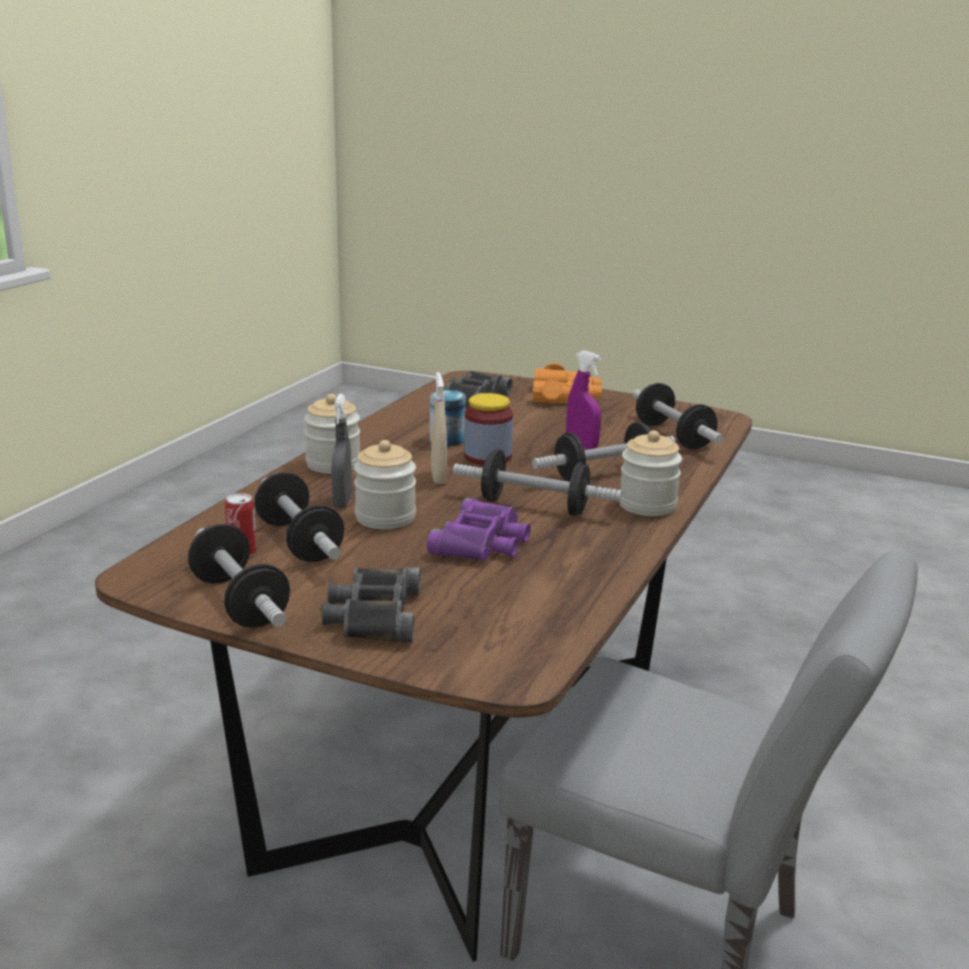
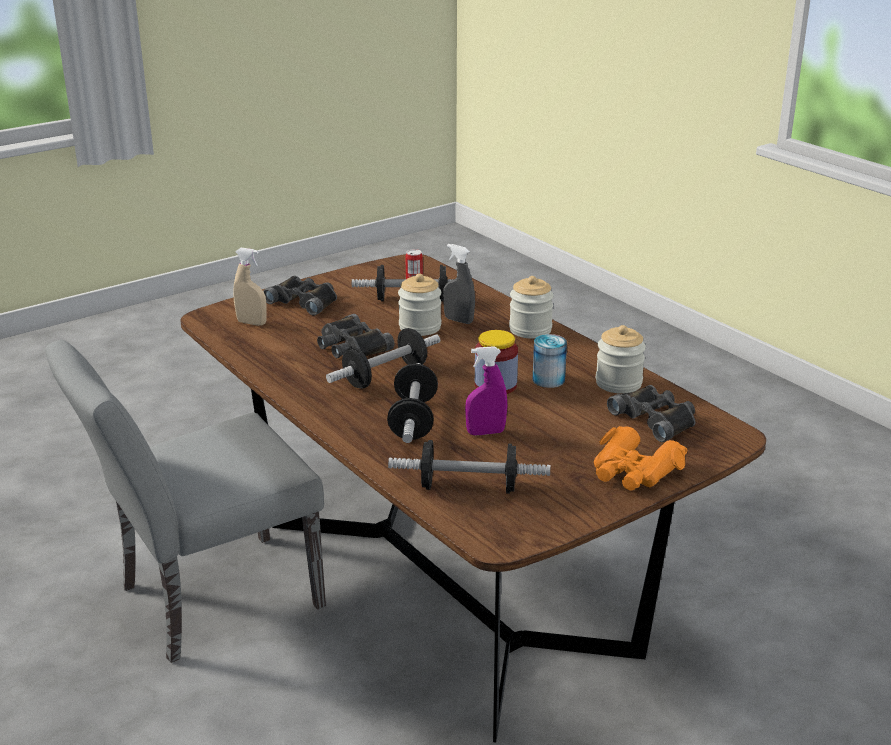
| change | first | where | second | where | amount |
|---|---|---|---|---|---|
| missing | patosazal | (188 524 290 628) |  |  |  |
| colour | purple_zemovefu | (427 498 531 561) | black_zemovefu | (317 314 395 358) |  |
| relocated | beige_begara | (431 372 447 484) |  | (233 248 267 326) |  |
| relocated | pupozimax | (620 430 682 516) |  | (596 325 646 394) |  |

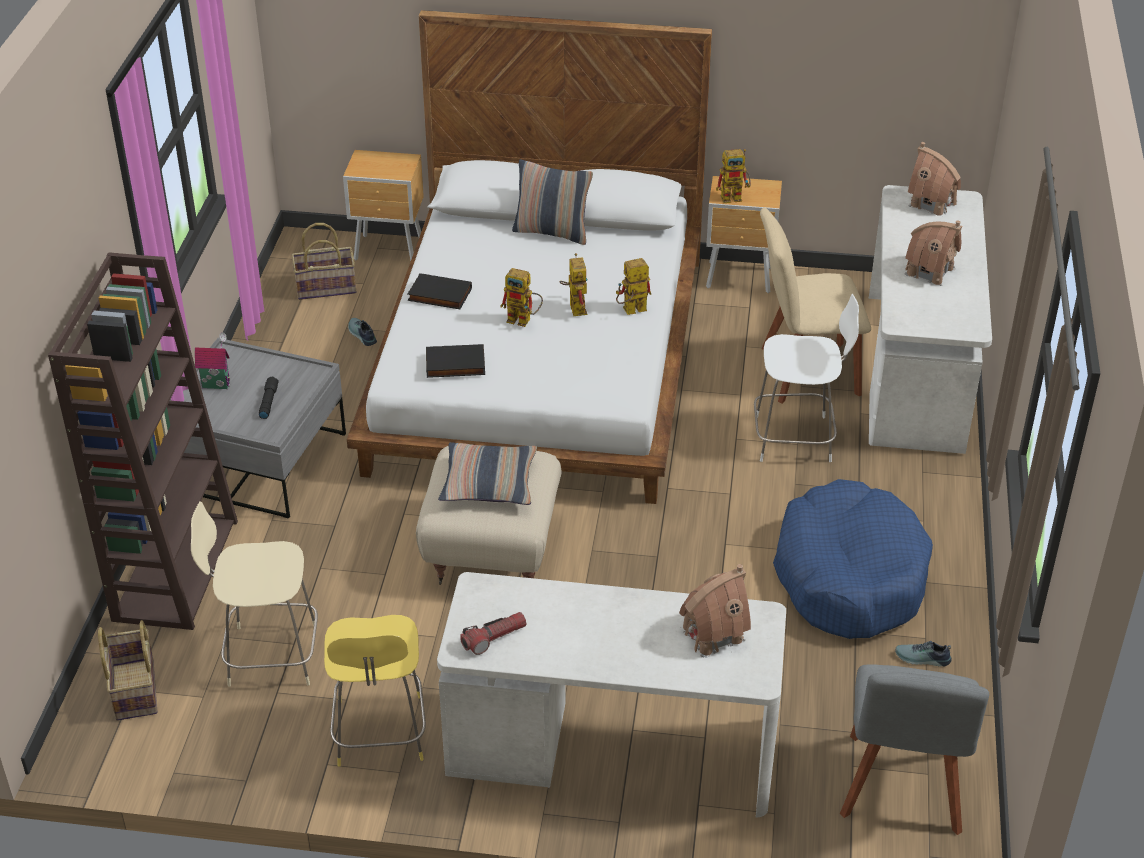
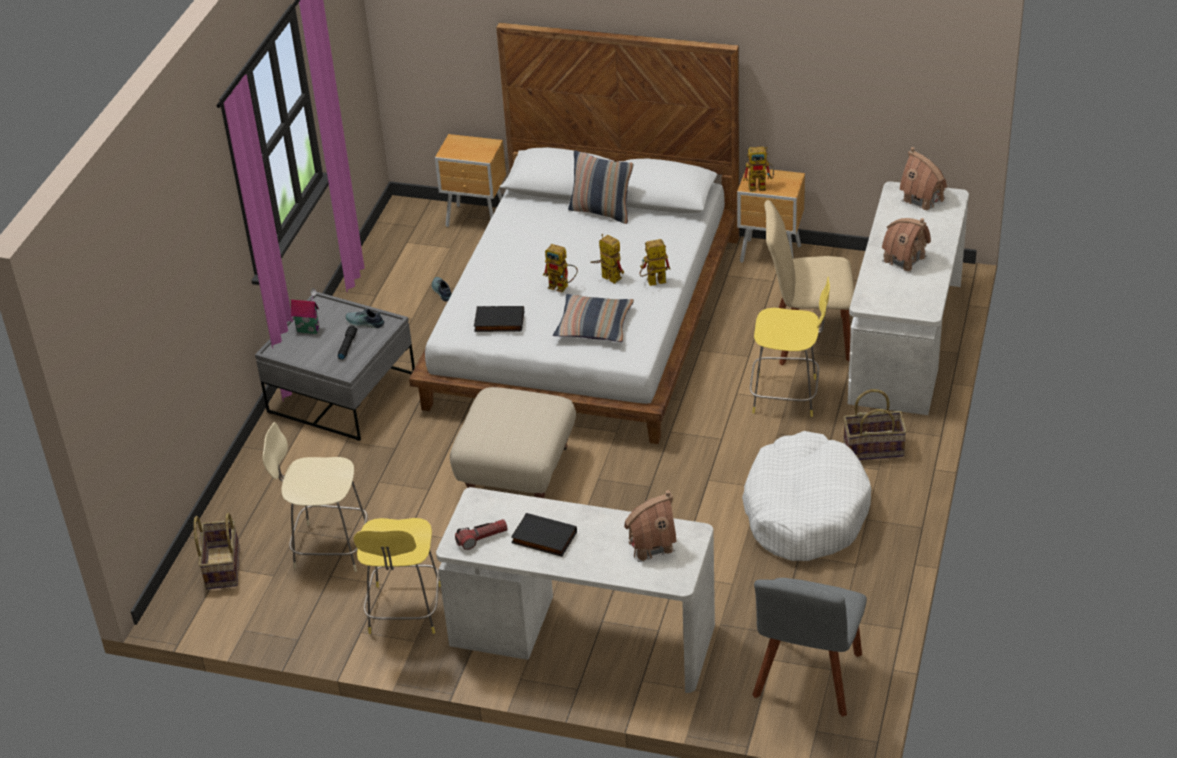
| change | first | where | second | where | amount |
|---|---|---|---|---|---|
| missing | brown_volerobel | (48 252 238 630) |  |  |  |
| relocated | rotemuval | (291 223 356 300) |  | (843 389 907 460) |  |
| relocated | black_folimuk | (408 273 472 309) |  | (511 513 577 557) |  |
| relocated | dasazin | (438 442 537 505) |  | (553 294 634 342) |  |
| spun | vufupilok | (559 253 587 316) |  | (590 234 624 284) | 45 degrees counterclockwise |
| colour | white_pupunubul | (754 294 859 462) | yellow_pupunubul | (750 277 830 417) |  |
| colour | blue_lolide | (773 479 933 639) | white_lolide | (742 431 871 561) |  |
| relocated | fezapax | (895 641 952 667) |  | (346 308 384 328) |  |

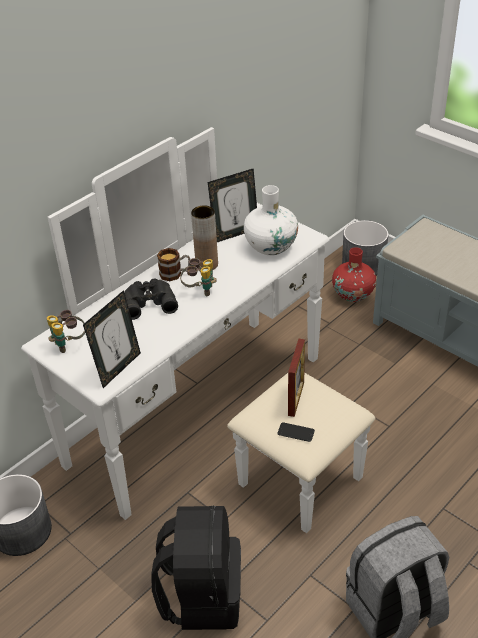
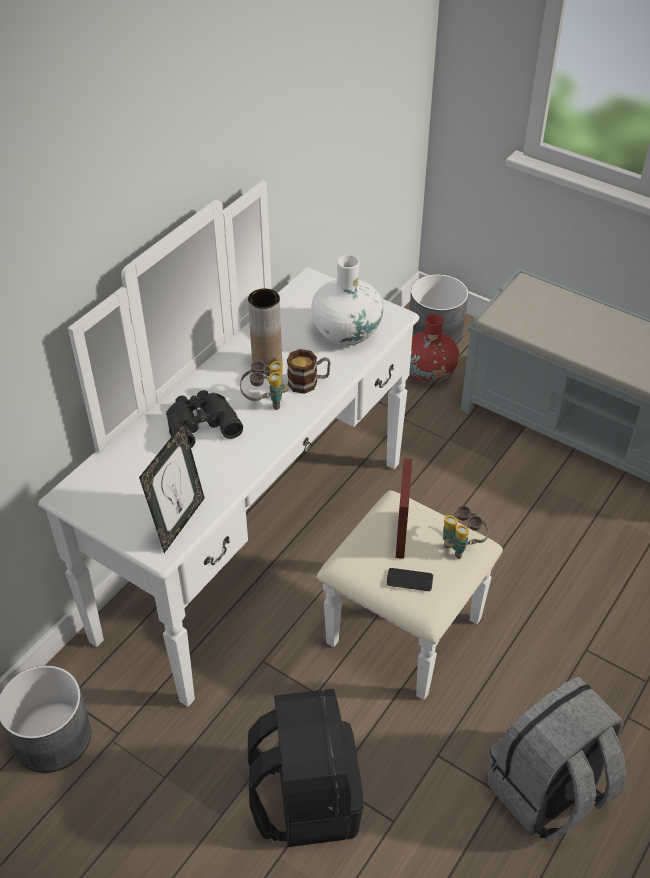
| change | first | where | second | where | amount |
|---|---|---|---|---|---|
| relocated | zemovefu | (47 310 85 353) |  | (443 506 489 559) |  |
| relocated | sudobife | (157 248 190 281) |  | (287 349 331 394) |  |
| missing | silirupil | (208 168 257 242) |  |  |  |

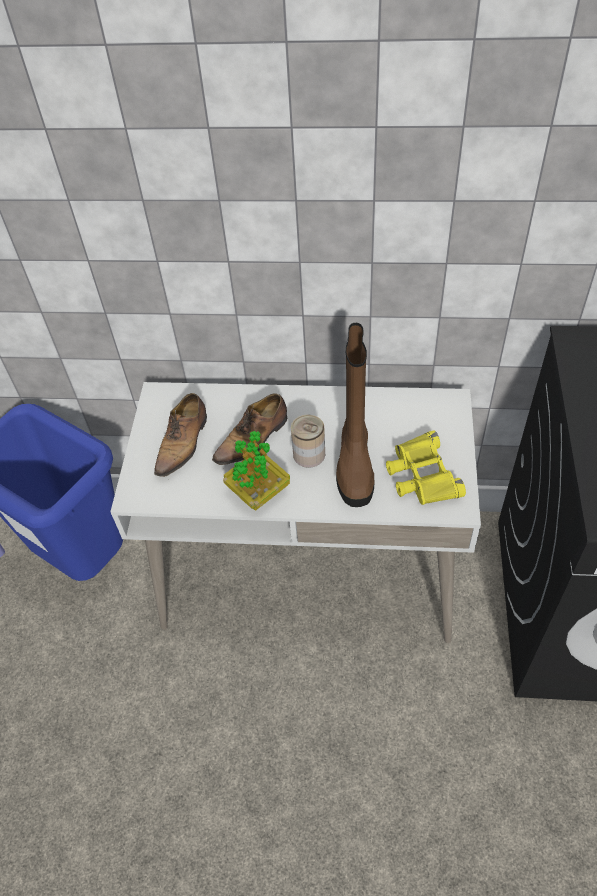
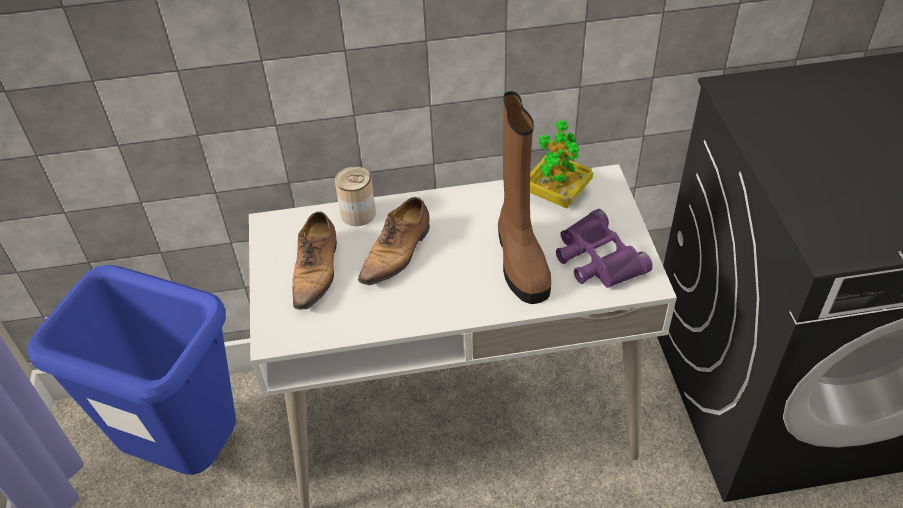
| change | first | where | second | where | amount |
|---|---|---|---|---|---|
| relocated | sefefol | (223 431 290 511) |  | (530 120 593 209) |  |
| relocated | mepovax | (291 415 325 468) |  | (335 167 376 226) |  |
| colour | yellow_zemovefu | (386 430 466 505) | purple_zemovefu | (556 209 653 288) |  |

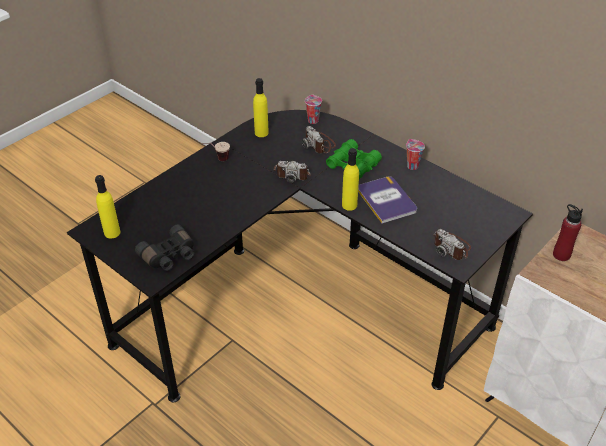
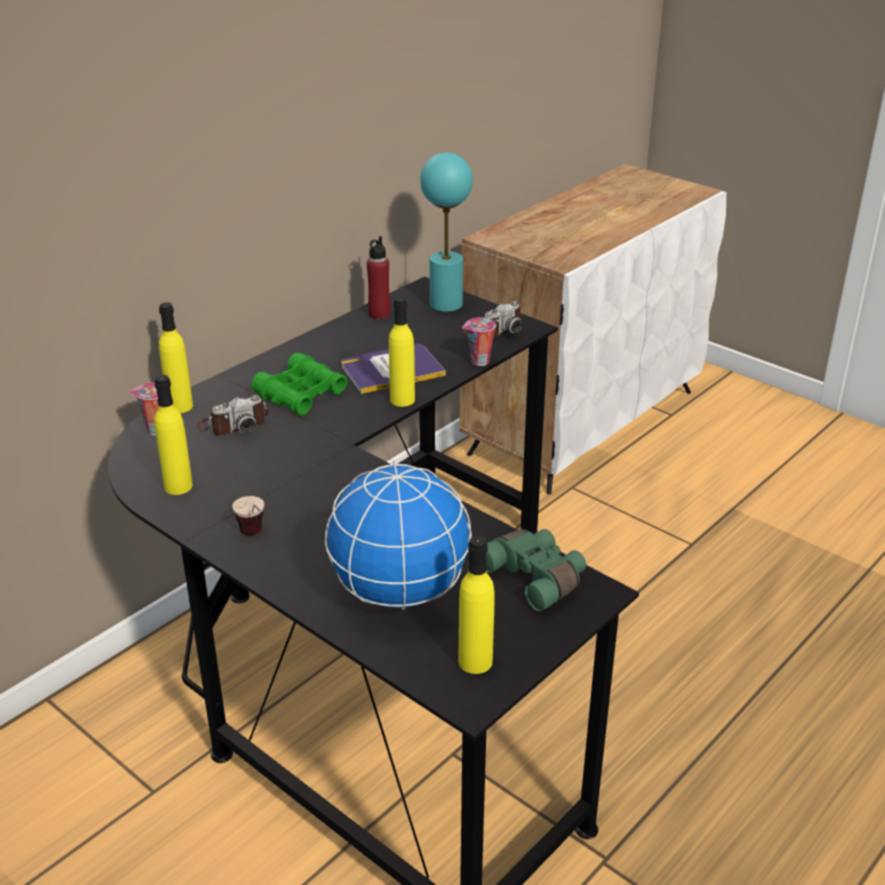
| change | first | where | second | where | amount |
|---|---|---|---|---|---|
| colour | black_zemovefu | (135 224 194 271) | green_zemovefu | (486 529 586 611) |  |
| missing | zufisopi | (273 161 311 183) |  |  |  |
| relocated | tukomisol | (406 139 425 170) |  | (462 317 496 366) |  |
| relocated | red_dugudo | (553 204 583 261) |  | (367 236 391 319) |  |
| appeared |  |  | yellow_dugudo | (159 302 193 413) |  |
| appeared |  |  | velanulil | (325 463 472 610) |  |
| appeared |  |  | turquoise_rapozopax | (420 152 473 312) |  |

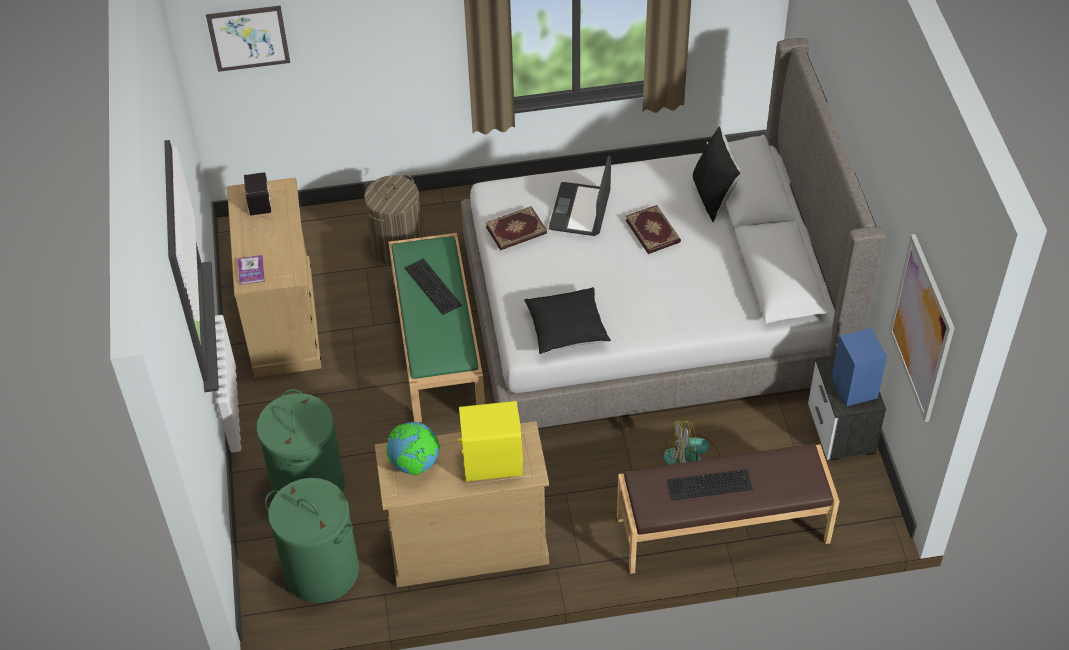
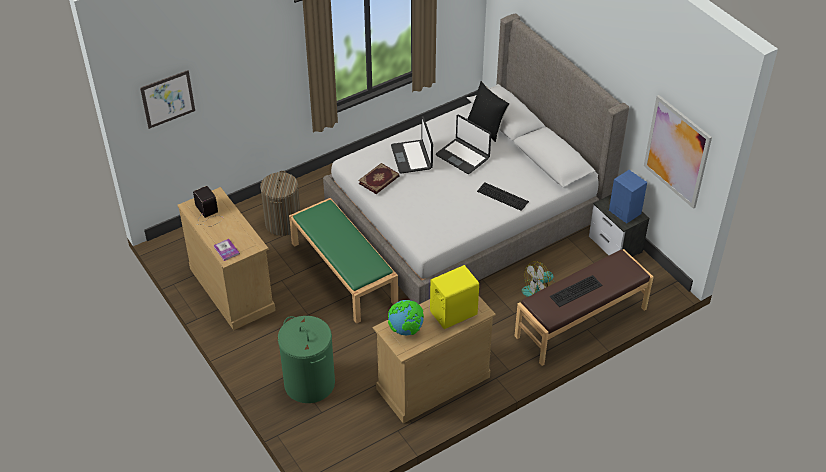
| change | first | where | second | where | amount |
|---|---|---|---|---|---|
| missing | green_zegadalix | (265 478 359 603) |  |  |  |
| relocated | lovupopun | (405 258 462 315) |  | (477 183 529 211) |  |
| missing | black_dasazin | (524 287 611 354) |  |  |  |
| exchanged | folimuk | (626 205 681 254) | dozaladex | (436 115 491 174) |  |

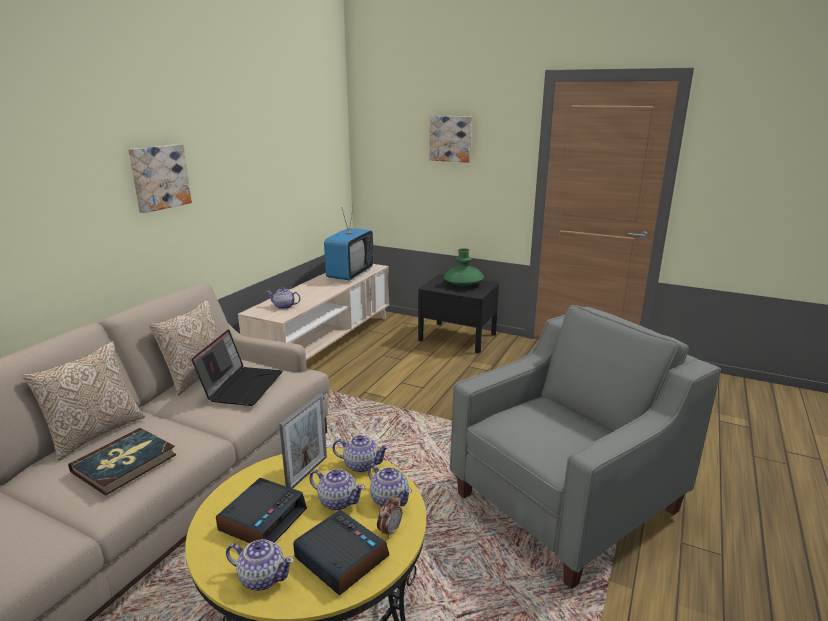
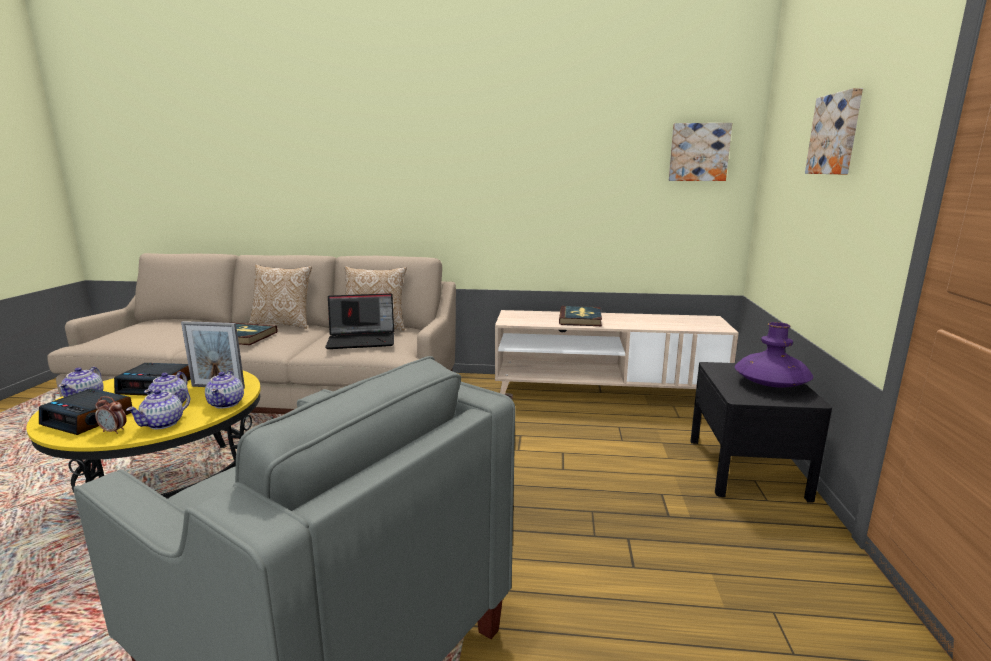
| change | first | where | second | where | amount |
|---|---|---|---|---|---|
| relocated | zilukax | (128 144 192 213) |  | (669 123 732 181) |  |
| missing | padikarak | (267 287 301 309) |  |  |  |
| spun | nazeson | (293 510 389 596) |  | (39 389 132 435) | 90 degrees clockwise |
| missing | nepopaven | (324 203 374 280) |  |  |  |
| colour | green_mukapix | (444 248 484 286) | purple_mukapix | (735 322 813 387) |  |
| appeared |  |  | folimuk | (559 306 602 326) |  |

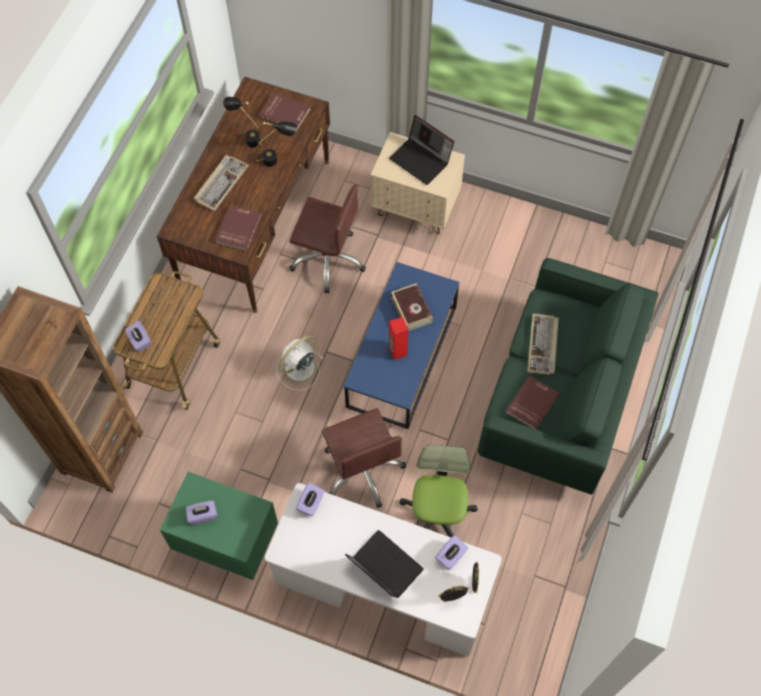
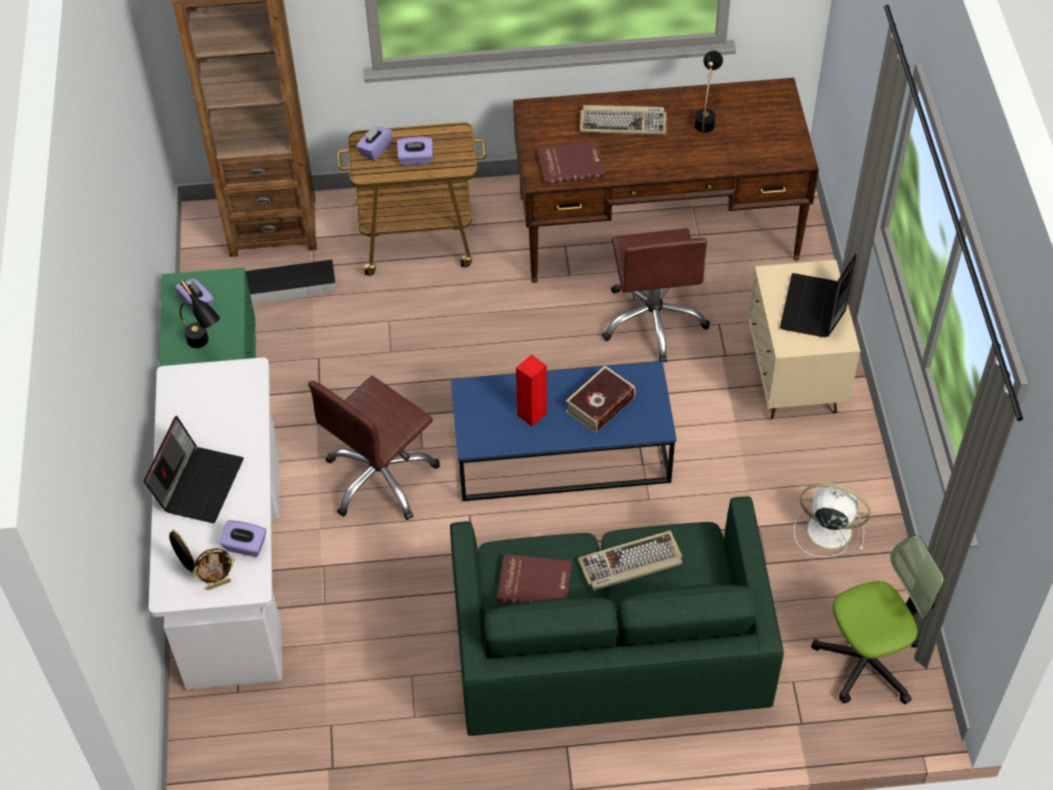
| change | first | where | second | where | amount |
|---|---|---|---|---|---|
| relocated | black_rapozopax | (253 121 297 167) |  | (179 280 220 348) |  |
| missing | red_folimuk | (259 92 310 132) |  |  |  |
| relocated | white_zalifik | (276 335 323 391) |  | (794 483 870 557) |  |
| relocated | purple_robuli | (296 483 324 516) |  | (397 137 433 166) |  |
| relocated | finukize | (399 445 478 537) |  | (811 535 944 704) |  |
| appeared |  |  | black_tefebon | (245 260 336 304) |  |

